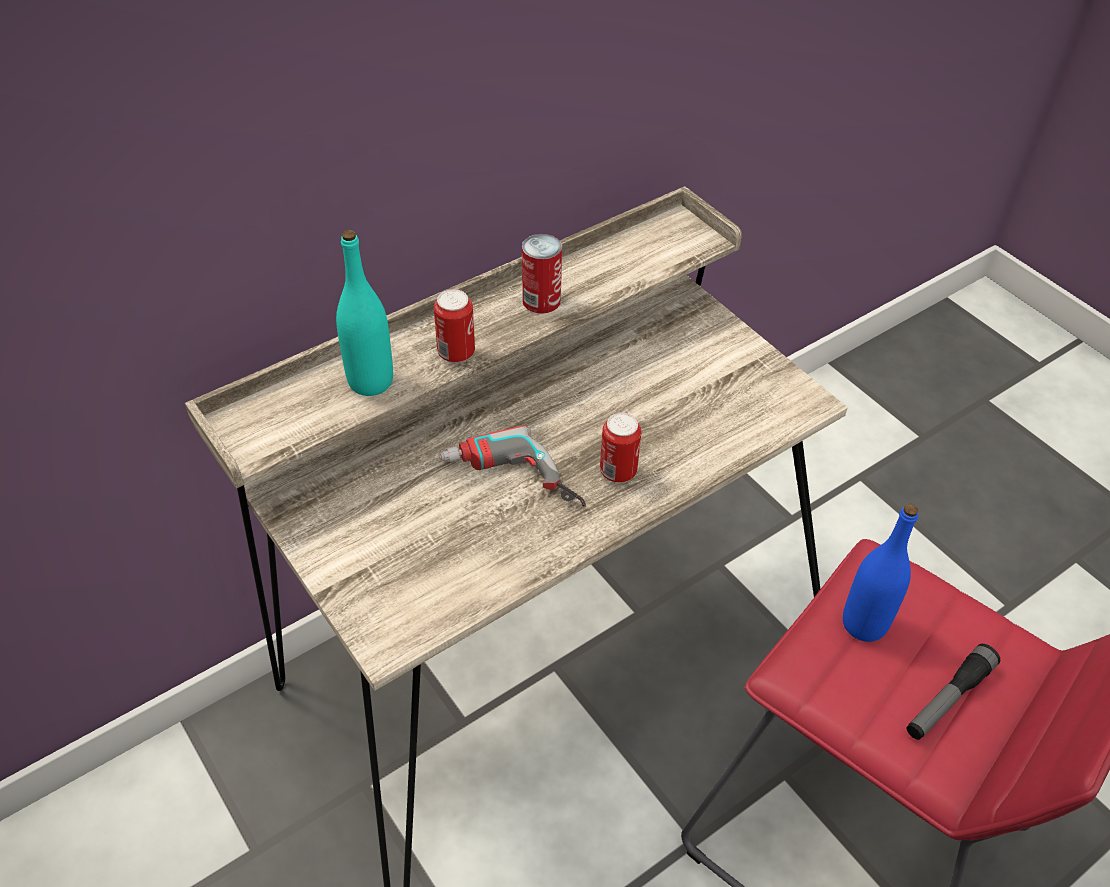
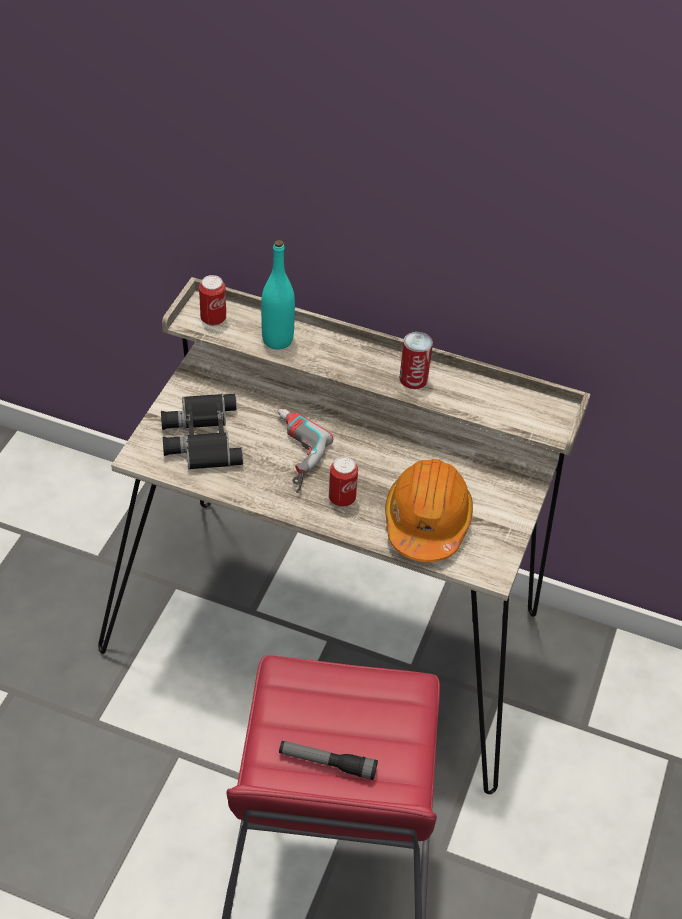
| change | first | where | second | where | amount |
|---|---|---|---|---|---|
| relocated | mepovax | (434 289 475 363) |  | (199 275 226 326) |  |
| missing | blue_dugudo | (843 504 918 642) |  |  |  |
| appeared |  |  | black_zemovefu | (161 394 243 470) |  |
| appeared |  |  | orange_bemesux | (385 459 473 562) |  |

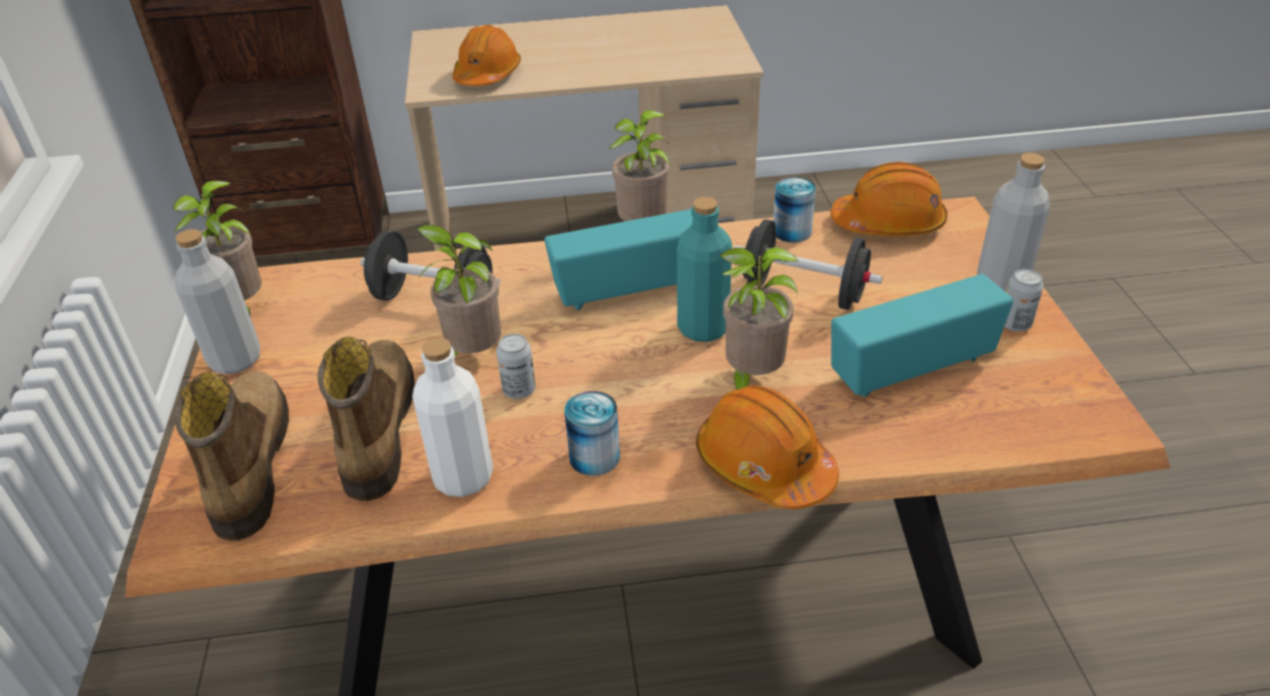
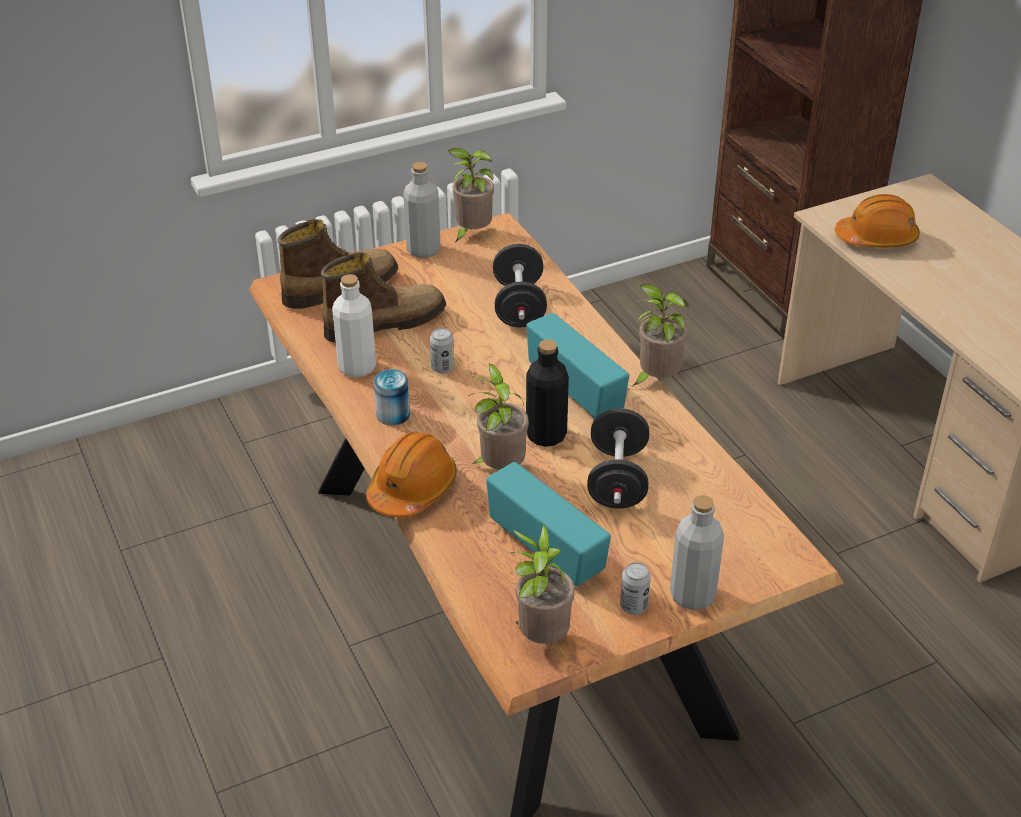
| change | first | where | second | where | amount |
|---|---|---|---|---|---|
| relocated | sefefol | (406 225 501 356) |  | (511 524 575 644) |  |
| colour | turquoise_dugudo | (677 197 732 342) | black_dugudo | (526 340 569 447) |  |
| missing | mepovax | (773 177 816 243) |  |  |  |
| missing | orange_bemesux | (830 162 947 236) |  |  |  |

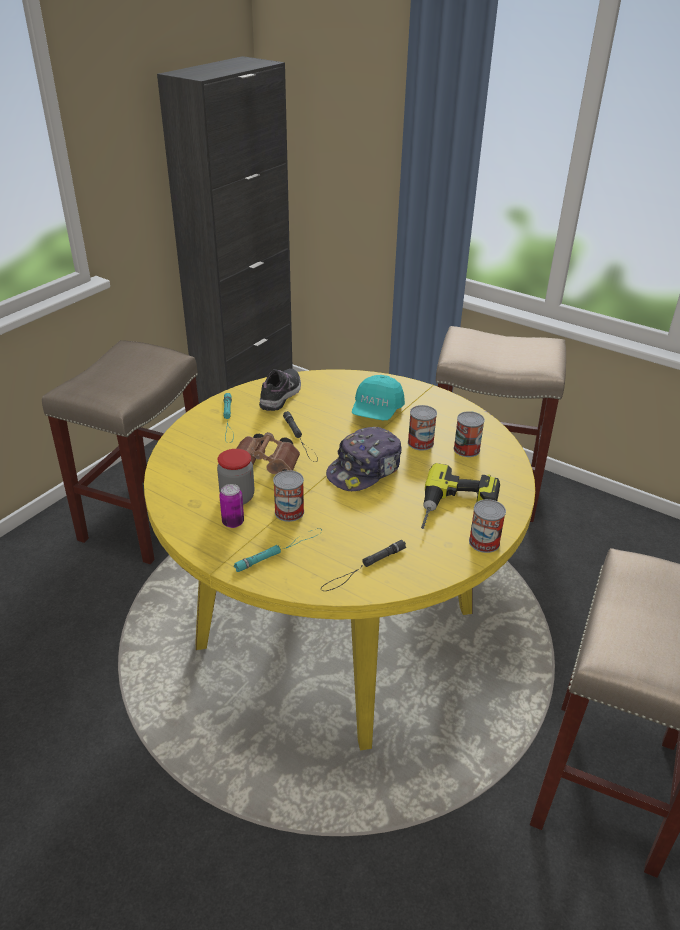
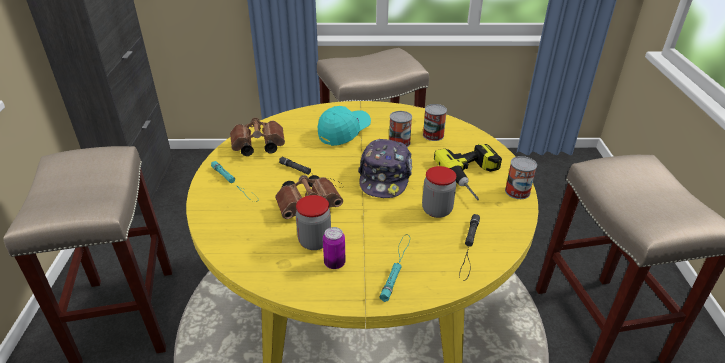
| change | first | where | second | where | amount |
|---|---|---|---|---|---|
| exchanged | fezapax | (259 369 301 411) | brown_zemovefu | (230 117 285 156) |  |
| missing | mepovax | (273 470 304 522) |  |  |  |
| spun | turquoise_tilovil | (352 375 405 420) |  | (318 106 371 146) | 120 degrees counterclockwise |
| appeared |  |  | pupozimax | (422 166 456 218) |  |

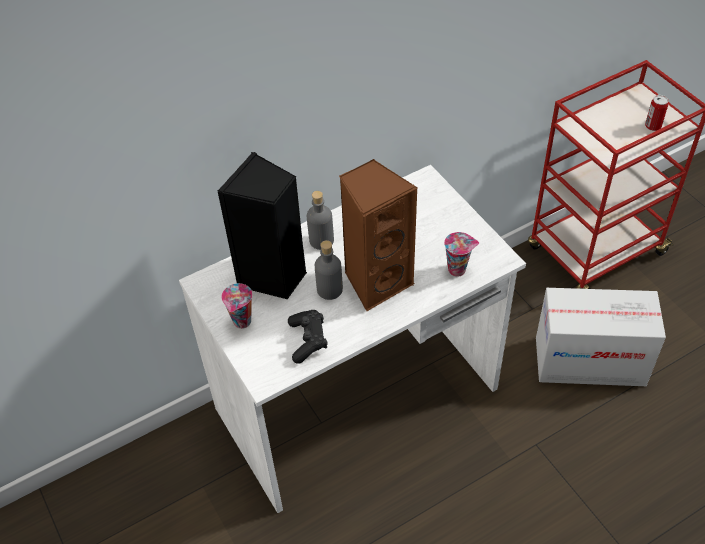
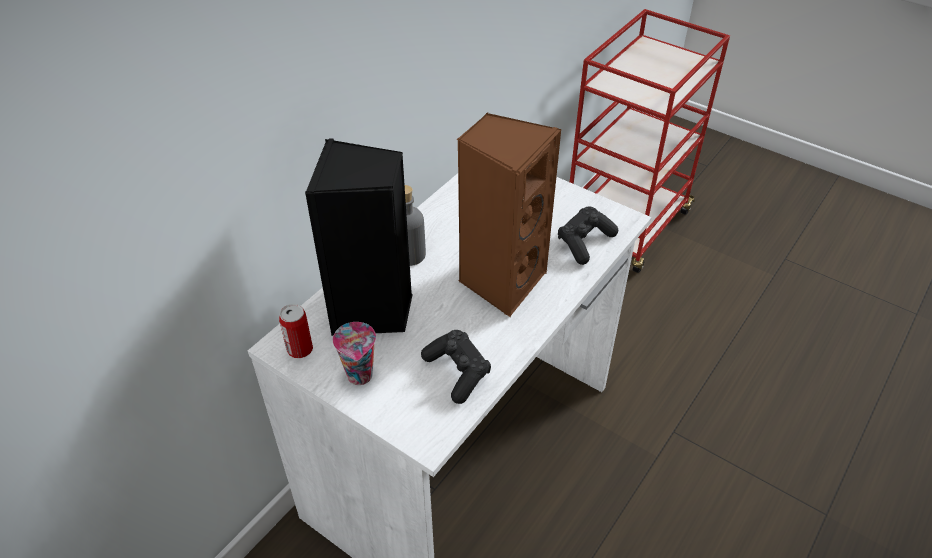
| change | first | where | second | where | amount |
|---|---|---|---|---|---|
| missing | grey_dugudo | (315 240 343 300) |  |  |  |
| exchanged | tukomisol | (444 232 479 277) | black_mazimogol | (558 206 618 265) |  |
| missing | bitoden | (536 288 666 386) |  |  |  |
| relocated | mepovax | (645 95 668 131) |  | (279 304 313 358) |  |

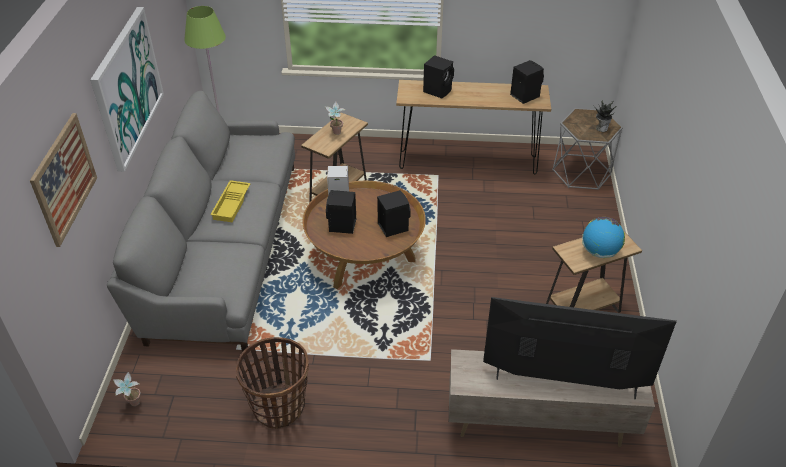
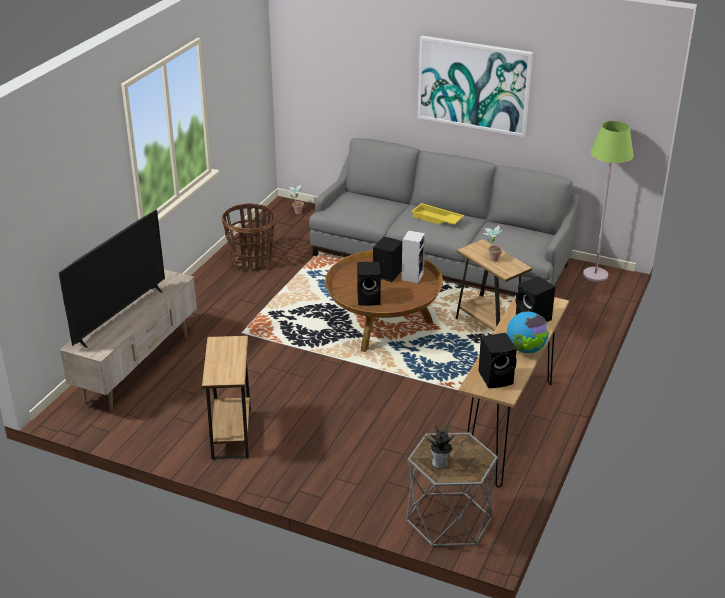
| change | first | where | second | where | amount |
|---|---|---|---|---|---|
| missing | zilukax | (30 113 97 247) |  |  |  |
| relocated | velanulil | (582 217 625 258) |  | (507 312 550 353) |  |

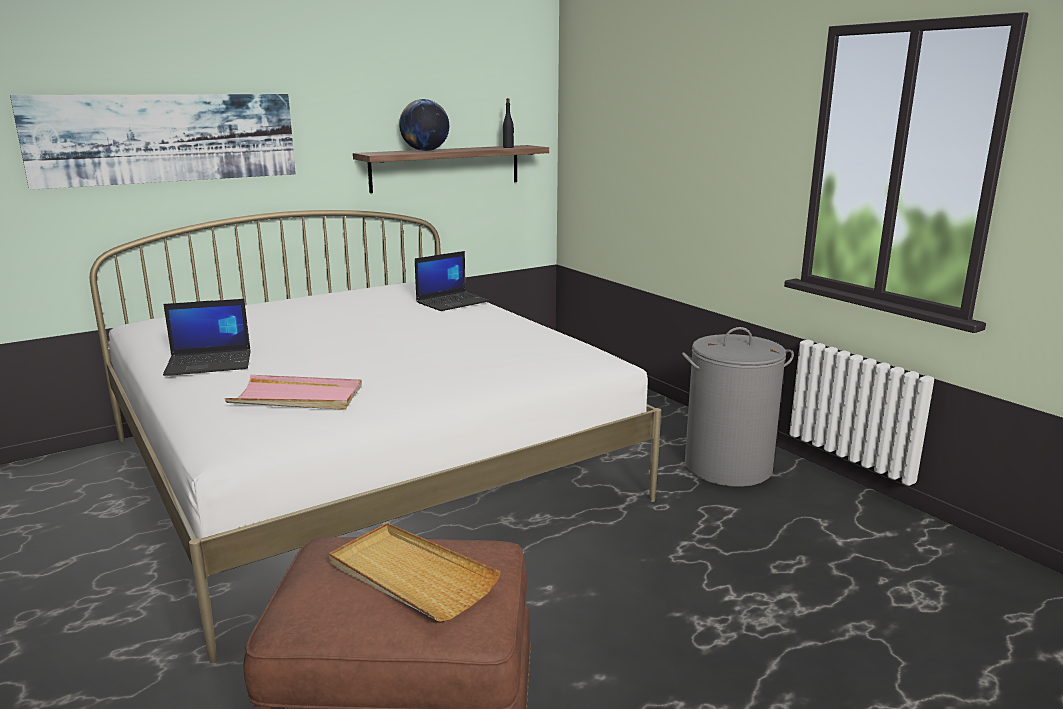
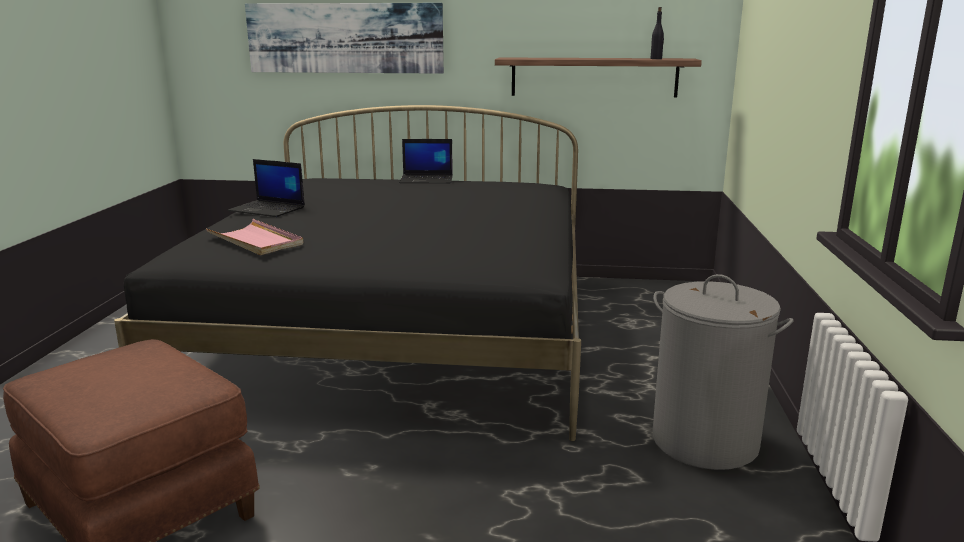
| change | first | where | second | where | amount |
|---|---|---|---|---|---|
| colour | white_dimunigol | (90 210 661 663) | black_dimunigol | (114 105 581 441) |  |
| missing | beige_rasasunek | (329 523 500 622) |  |  |  |
| missing | velanulil | (399 99 449 151) |  |  |  |
| relocated | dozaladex | (415 251 491 311) |  | (399 139 453 184) |  |

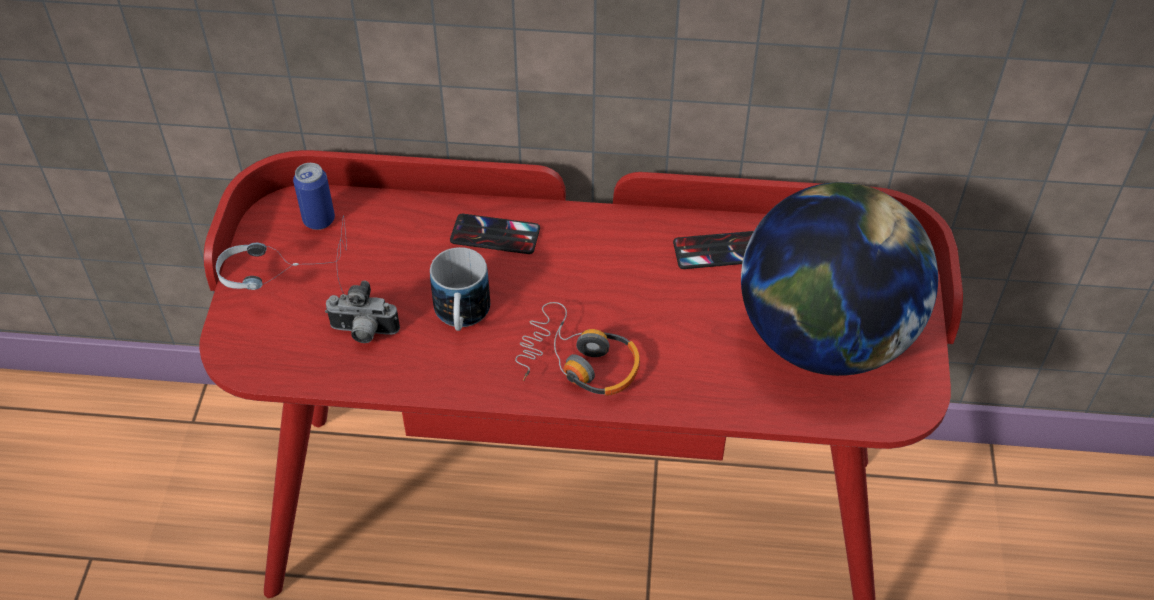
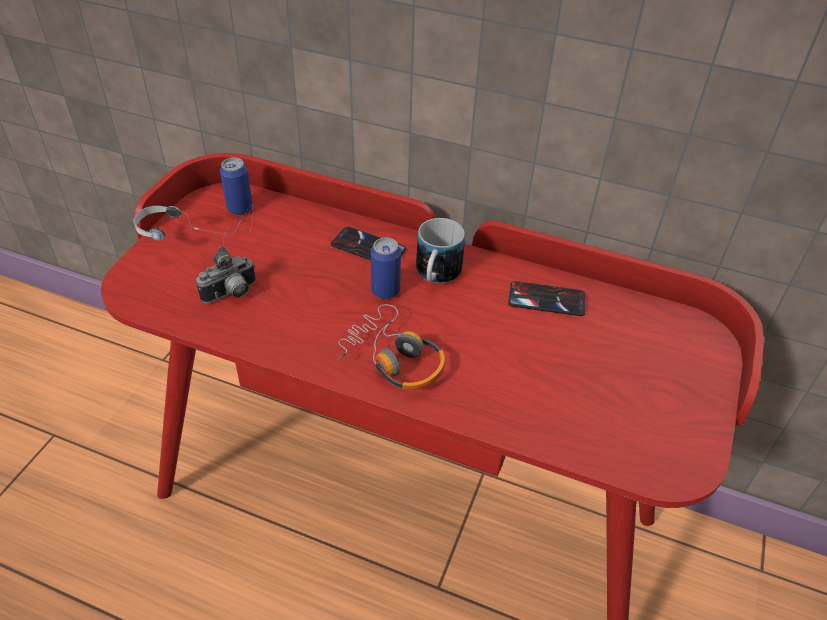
| change | first | where | second | where | amount |
|---|---|---|---|---|---|
| spun | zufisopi | (325 280 400 343) |  | (196 246 256 303) | 60 degrees counterclockwise |
| relocated | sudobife | (430 247 490 331) |  | (416 218 465 284) |  |
| missing | velanulil | (741 182 938 376) |  |  |  |
| appeared |  |  | mepovax | (371 237 401 299) |  |

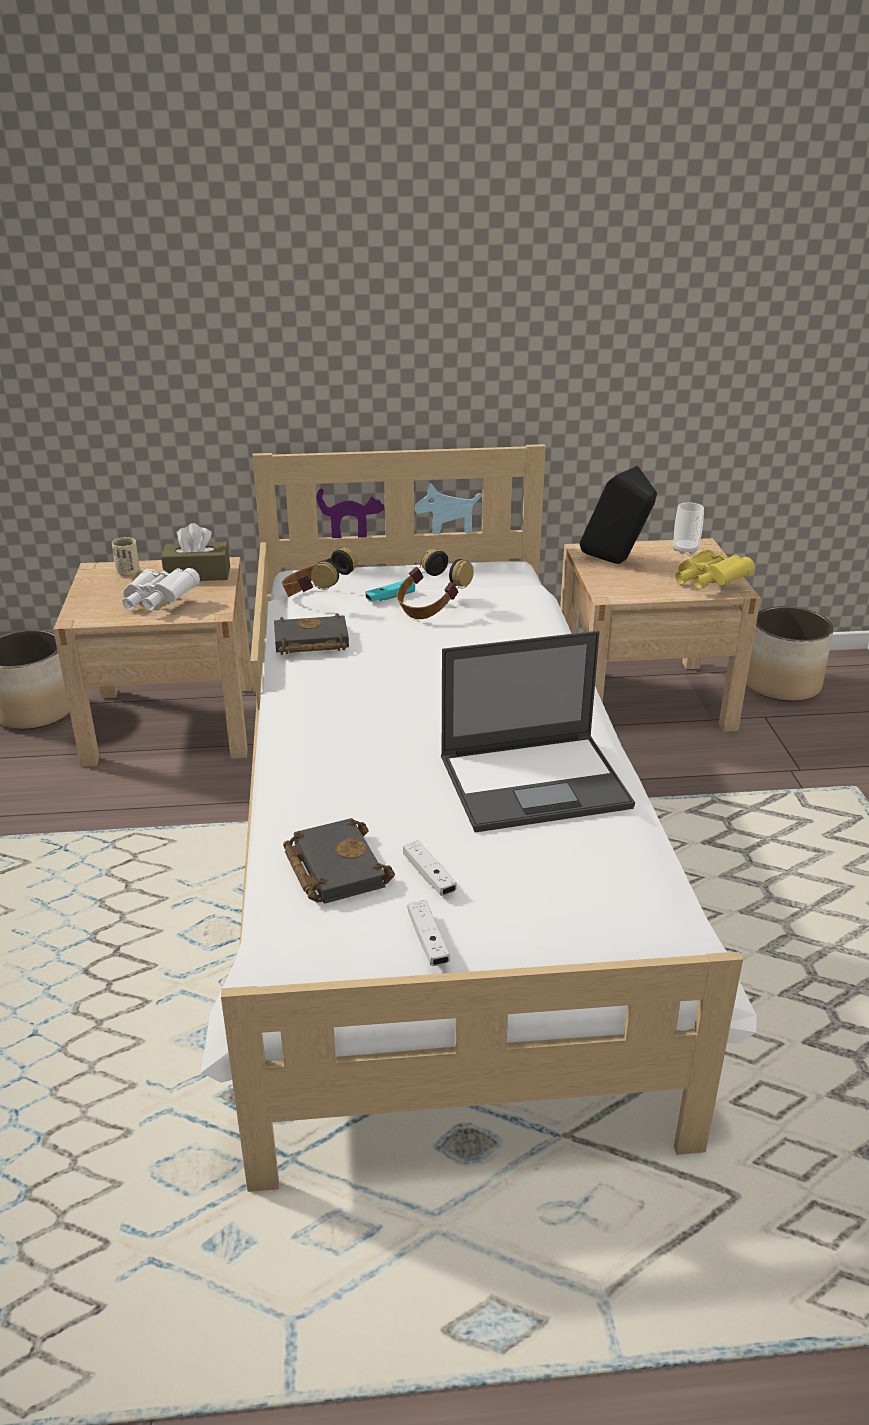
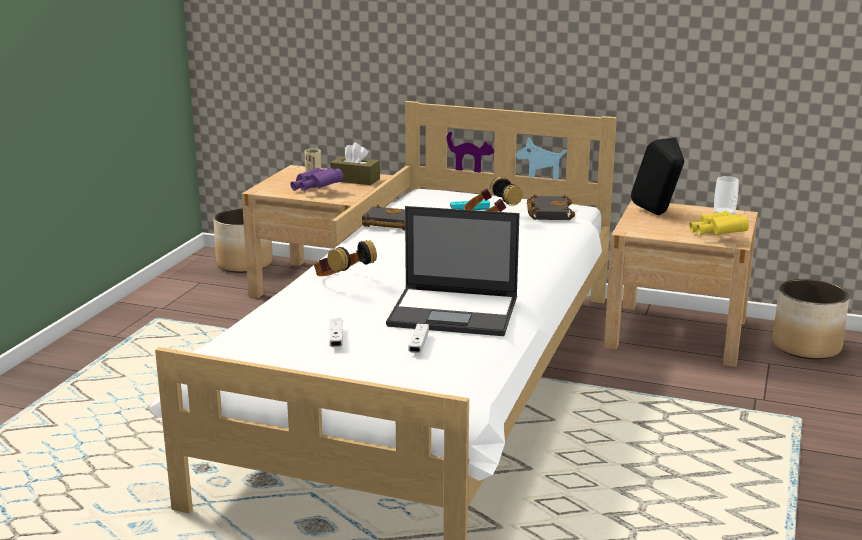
| change | first | where | second | where | amount |
|---|---|---|---|---|---|
| colour | white_zemovefu | (122 568 200 611) | purple_zemovefu | (291 168 344 191) |  |
| relocated | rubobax | (282 547 358 597) |  | (314 240 377 276) |  |
| relocated | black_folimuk | (283 818 395 904) |  | (527 195 575 220) |  |
| relocated | white_mazimogol | (408 900 450 966) |  | (408 324 429 353) |  |

